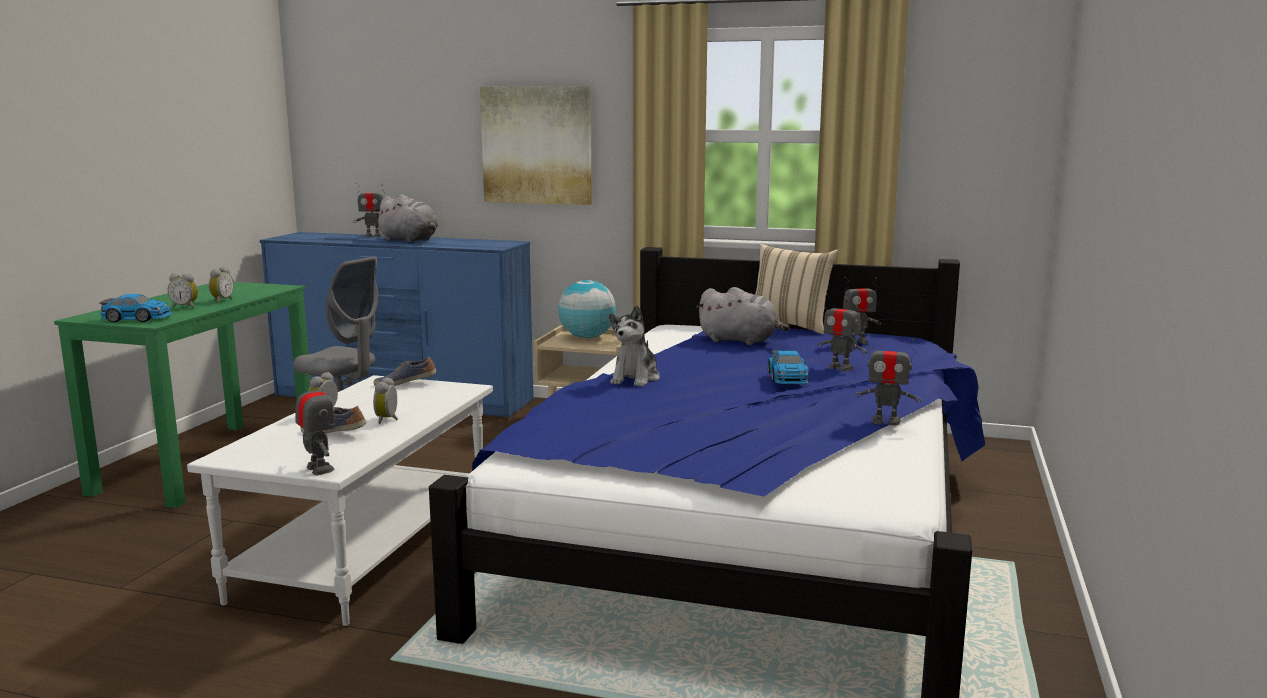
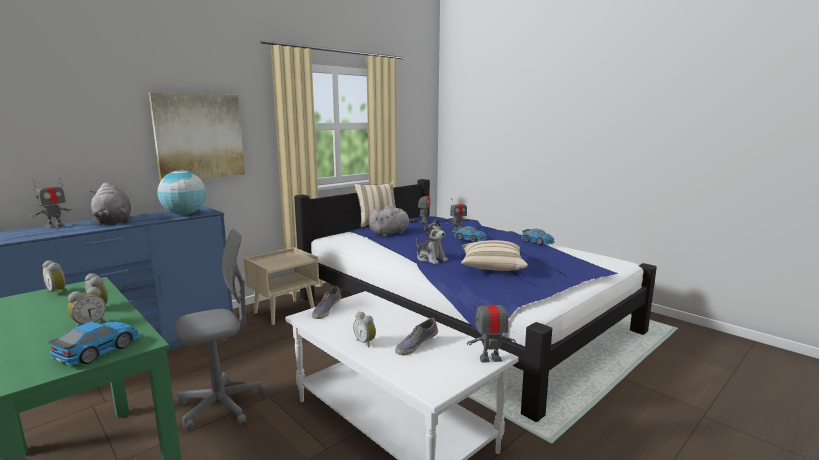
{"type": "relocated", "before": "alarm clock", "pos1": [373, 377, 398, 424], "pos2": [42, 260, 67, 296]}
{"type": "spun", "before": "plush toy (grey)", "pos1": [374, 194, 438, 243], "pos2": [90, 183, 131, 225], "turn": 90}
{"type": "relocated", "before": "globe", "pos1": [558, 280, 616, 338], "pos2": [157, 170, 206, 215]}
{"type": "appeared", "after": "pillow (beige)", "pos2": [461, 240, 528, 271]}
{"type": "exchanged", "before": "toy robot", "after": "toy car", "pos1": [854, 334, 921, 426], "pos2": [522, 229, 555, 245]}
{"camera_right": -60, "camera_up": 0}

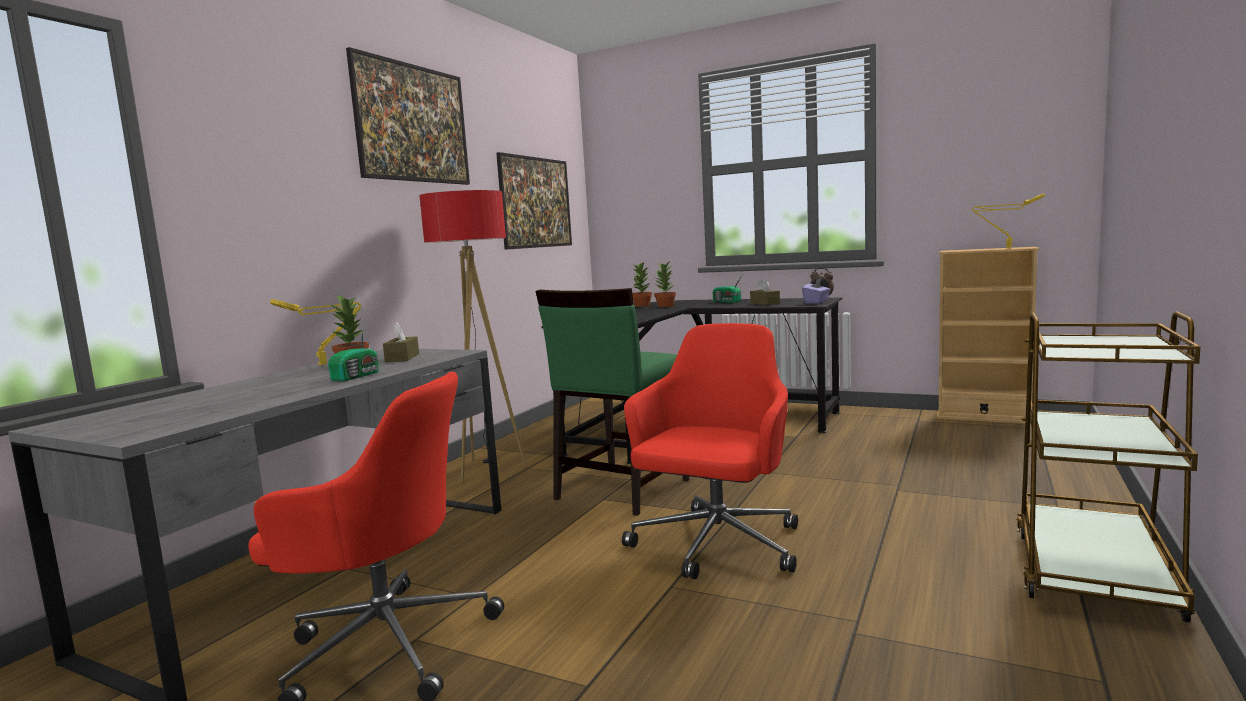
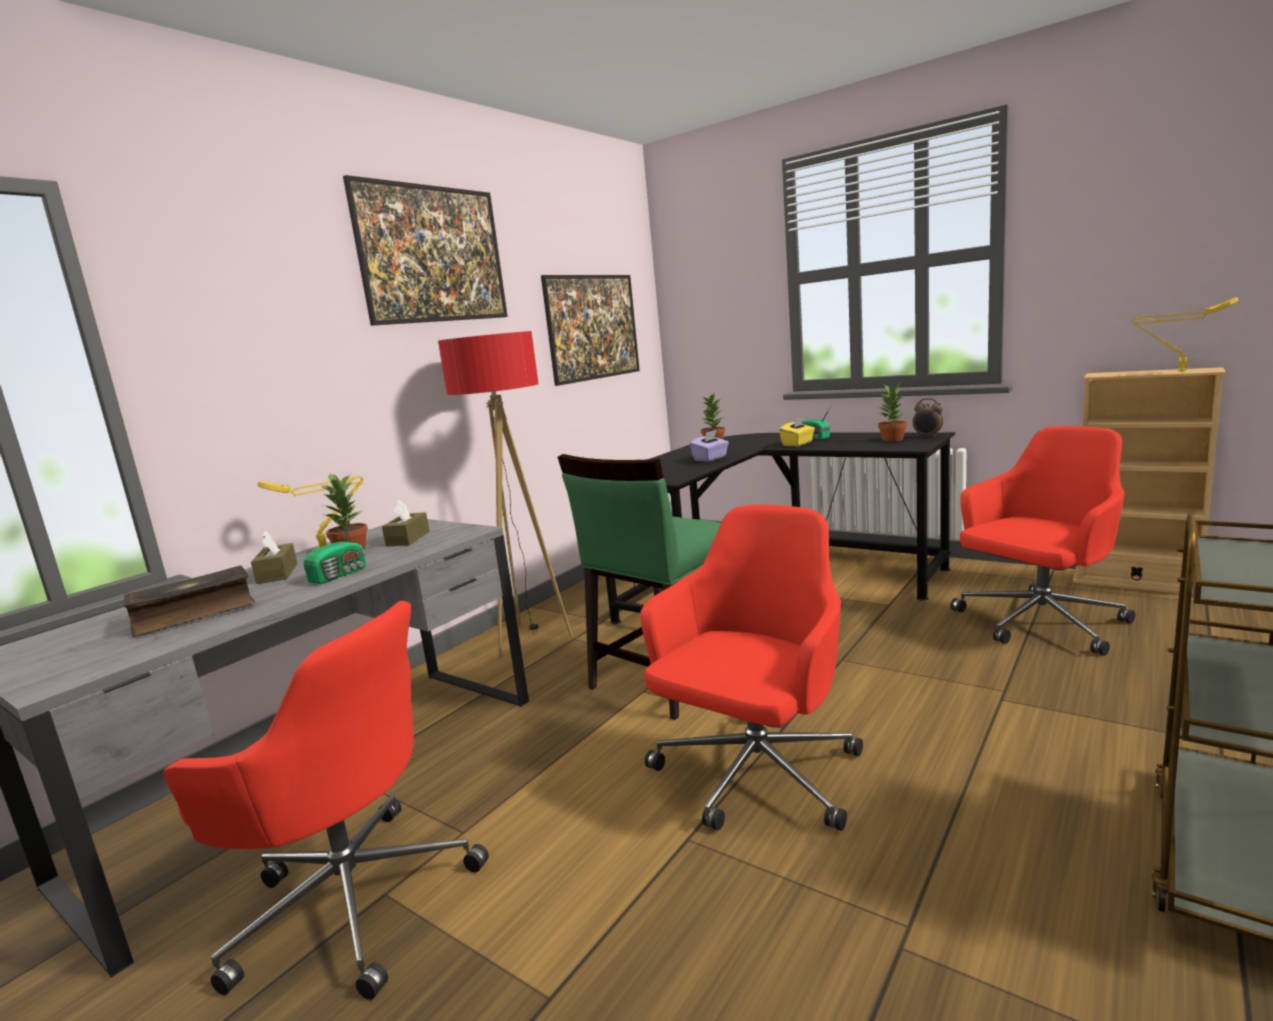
{"type": "appeared", "after": "book", "pos2": [124, 566, 255, 637]}
{"type": "relocated", "before": "tissue box (brown)", "pos1": [750, 279, 780, 305], "pos2": [251, 531, 297, 584]}
{"type": "relocated", "before": "tissue box (purple)", "pos1": [802, 278, 831, 304], "pos2": [690, 430, 729, 462]}
{"type": "appeared", "after": "tissue box (yellow)", "pos2": [779, 416, 815, 446]}
{"type": "relocated", "before": "potted plant", "pos1": [653, 262, 676, 307], "pos2": [878, 383, 907, 441]}
{"type": "appeared", "after": "office chair (red)", "pos2": [950, 426, 1135, 656]}
{"camera_right": 10, "camera_up": 5}

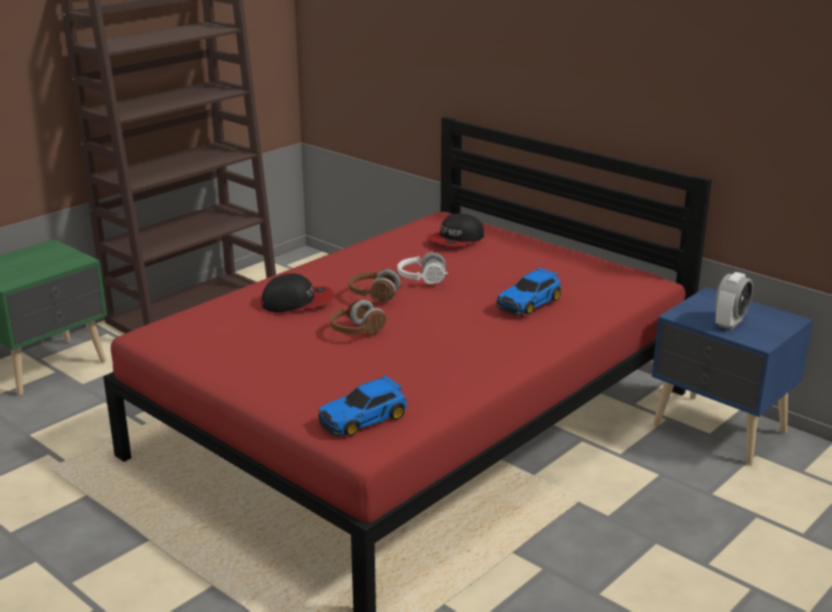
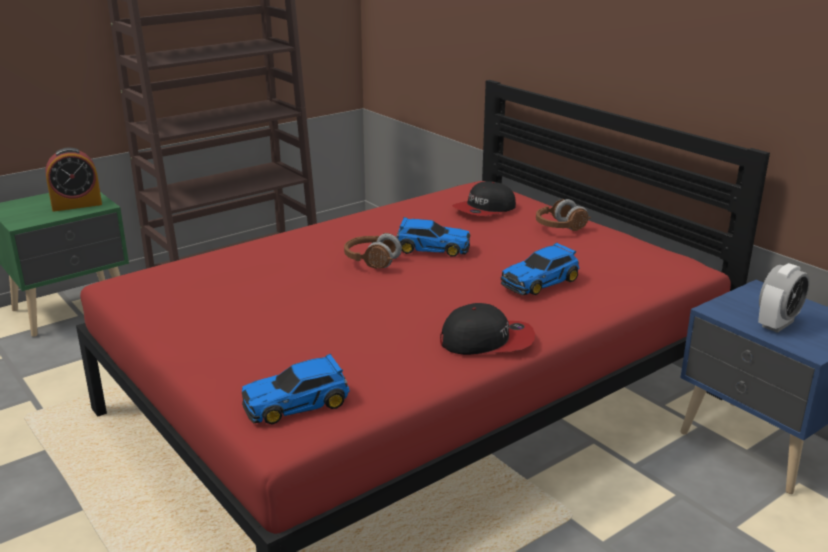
{"type": "appeared", "after": "alarm clock", "pos2": [46, 148, 102, 212]}
{"type": "exchanged", "before": "headphones (white)", "after": "toy car", "pos1": [398, 252, 448, 284], "pos2": [396, 217, 470, 257]}
{"type": "relocated", "before": "cap", "pos1": [261, 273, 334, 312], "pos2": [440, 303, 535, 355]}
{"type": "relocated", "before": "headphones (brown)", "pos1": [330, 300, 388, 335], "pos2": [536, 199, 591, 231]}
{"camera_right": 10, "camera_up": 0}

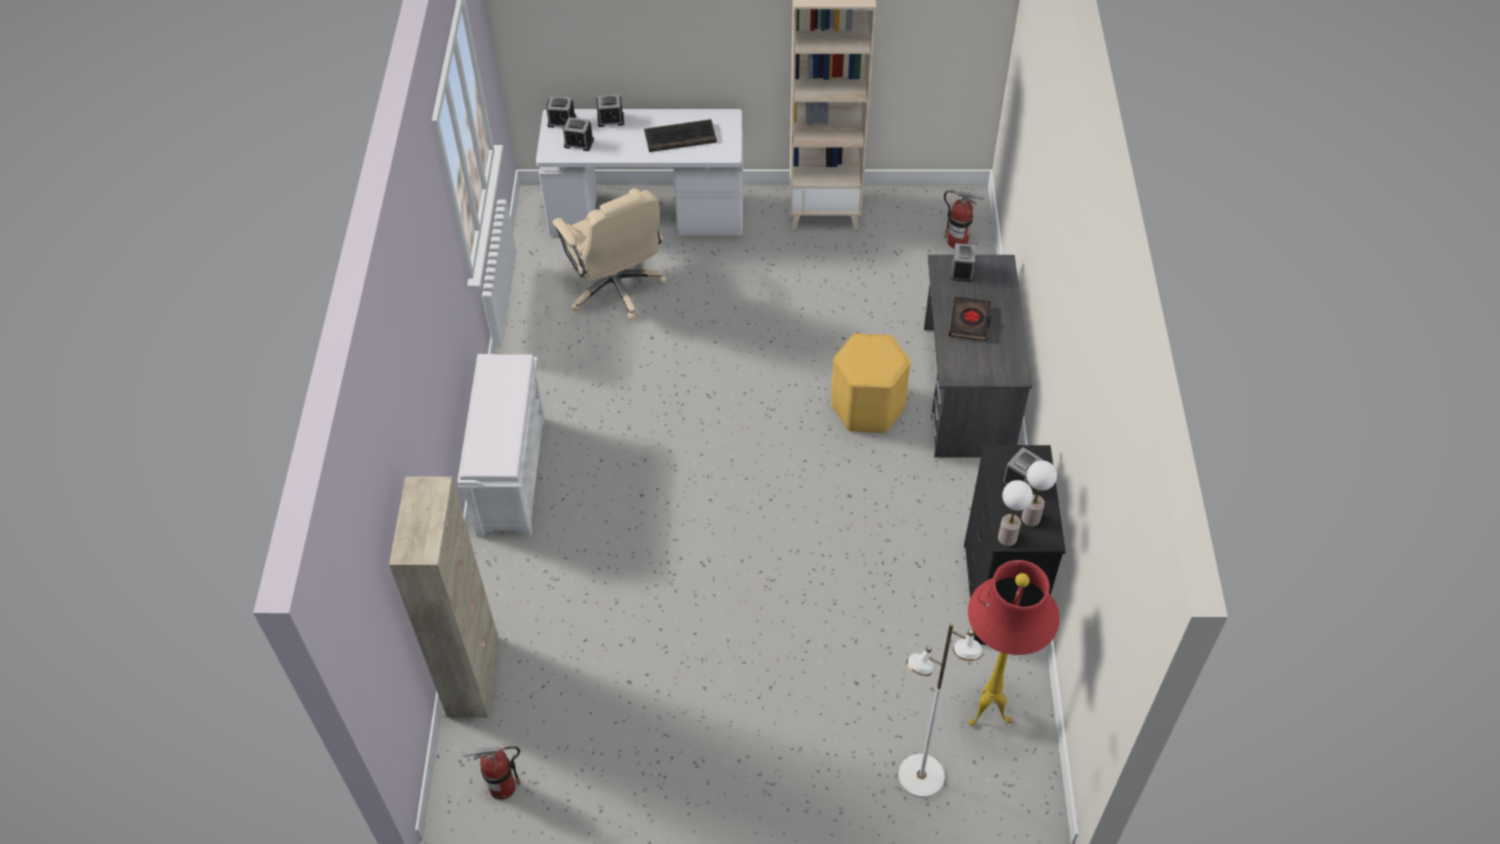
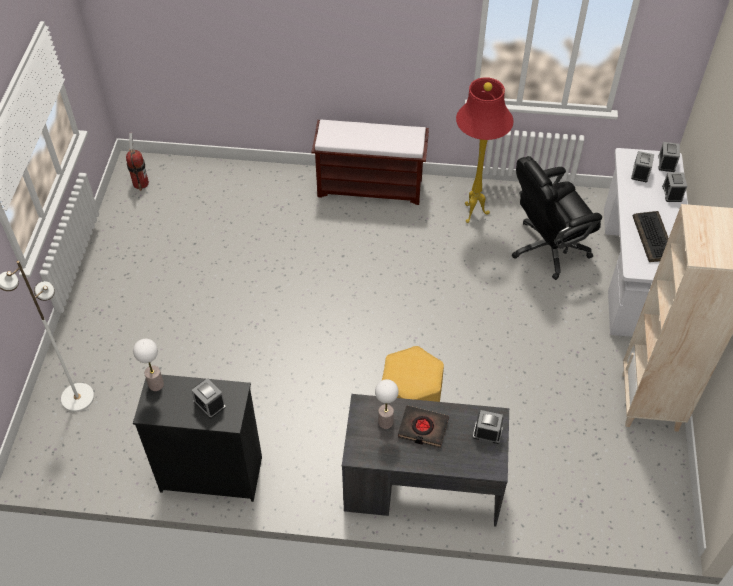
{"type": "colour", "before": "bench (white)", "after": "bench (brown)", "pos1": [457, 354, 545, 537], "pos2": [312, 120, 429, 205]}
{"type": "relocated", "before": "table lamp", "pos1": [1021, 460, 1057, 526], "pos2": [375, 379, 399, 429]}
{"type": "relocated", "before": "floor lamp (red)", "pos1": [968, 560, 1060, 726], "pos2": [456, 77, 514, 223]}
{"type": "colour", "before": "office chair (beige)", "after": "office chair (black)", "pos1": [552, 188, 667, 320], "pos2": [512, 156, 602, 280]}
{"type": "missing", "before": "cabinet (beige)", "pos1": [389, 477, 498, 718]}
{"type": "missing", "before": "fire extinguisher", "pos1": [944, 190, 985, 248]}
{"camera_right": 95, "camera_up": 0}

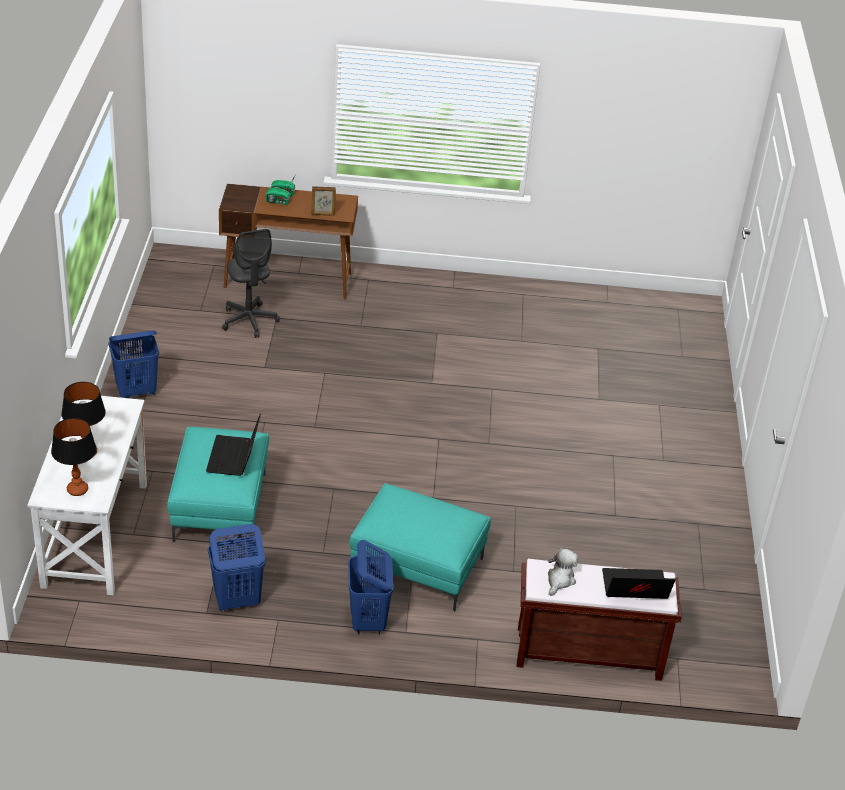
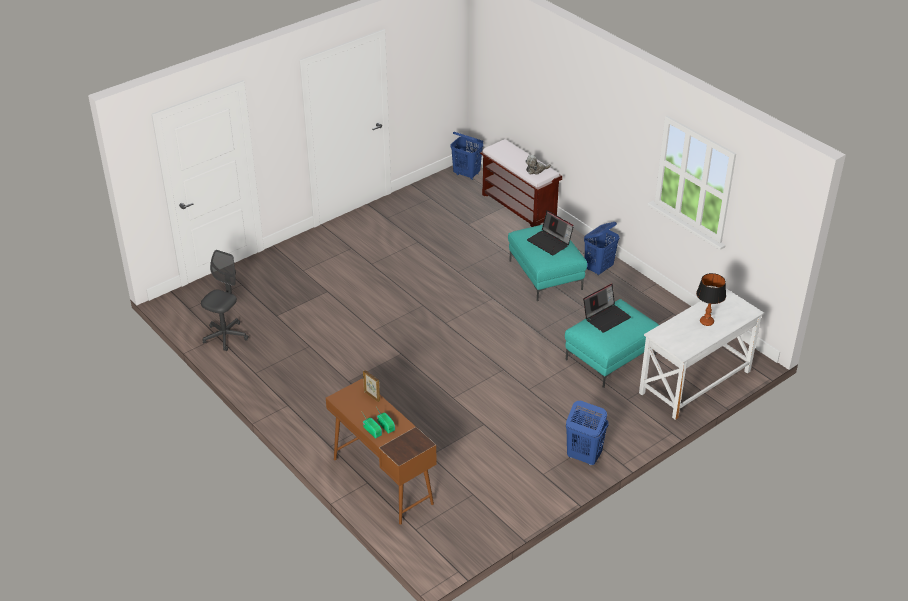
{"type": "relocated", "before": "office chair (grey)", "pos1": [222, 229, 280, 338], "pos2": [201, 250, 249, 351]}
{"type": "relocated", "before": "laundry basket (blue)", "pos1": [208, 524, 266, 612], "pos2": [450, 132, 483, 180]}
{"type": "relocated", "before": "laptop", "pos1": [602, 568, 676, 599], "pos2": [527, 210, 574, 255]}
{"type": "missing", "before": "table lamp", "pos1": [51, 418, 97, 496]}
{"camera_right": -130, "camera_up": 0}

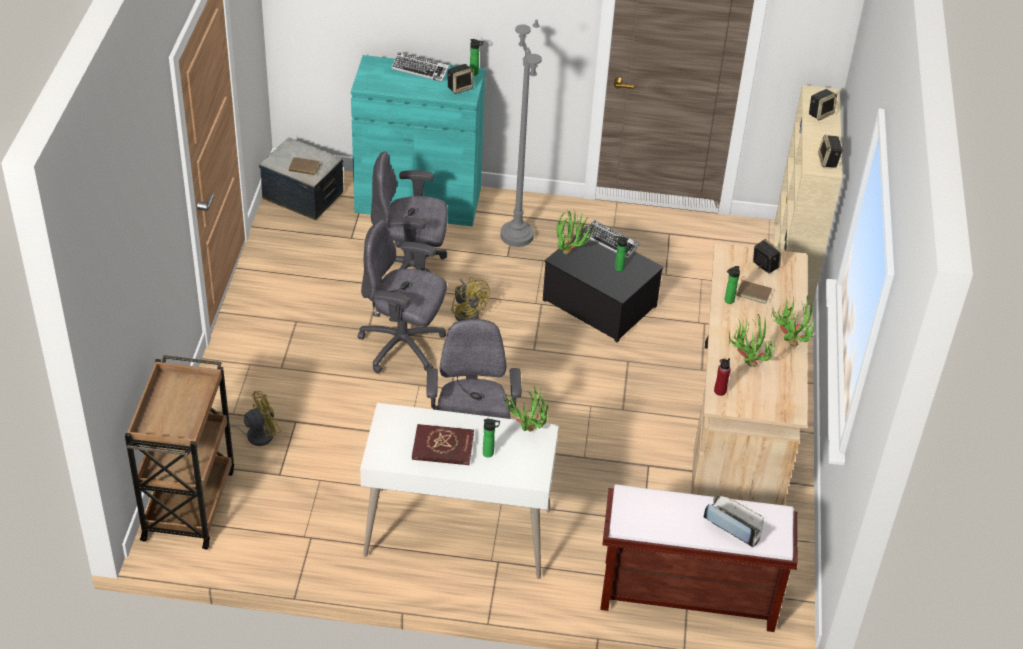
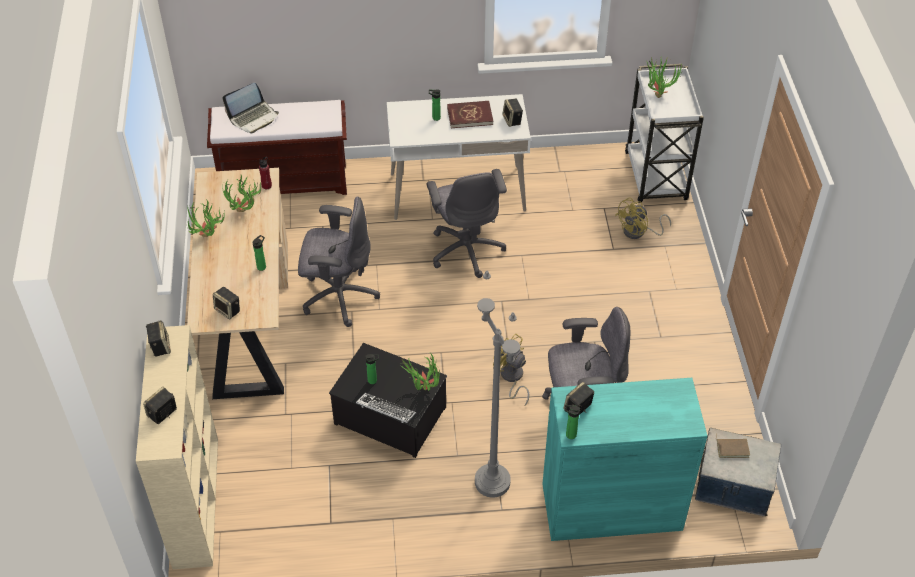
{"type": "spun", "before": "laptop", "pos1": [703, 496, 764, 548], "pos2": [223, 83, 279, 133], "turn": -60}
{"type": "relocated", "before": "office chair (grey)", "pos1": [357, 220, 447, 374], "pos2": [298, 197, 380, 327]}
{"type": "appeared", "after": "speaker", "pos2": [502, 99, 523, 127]}
{"type": "colour", "before": "cart (brown)", "after": "cart (white)", "pos1": [125, 355, 234, 550], "pos2": [625, 64, 704, 203]}
{"type": "relocated", "before": "potted plant", "pos1": [503, 385, 549, 432], "pos2": [646, 57, 683, 98]}
{"type": "missing", "before": "keyboard", "pos1": [391, 52, 449, 82]}
{"type": "missing", "before": "book (brown)", "pos1": [736, 277, 772, 304]}
{"camera_right": 170, "camera_up": 5}

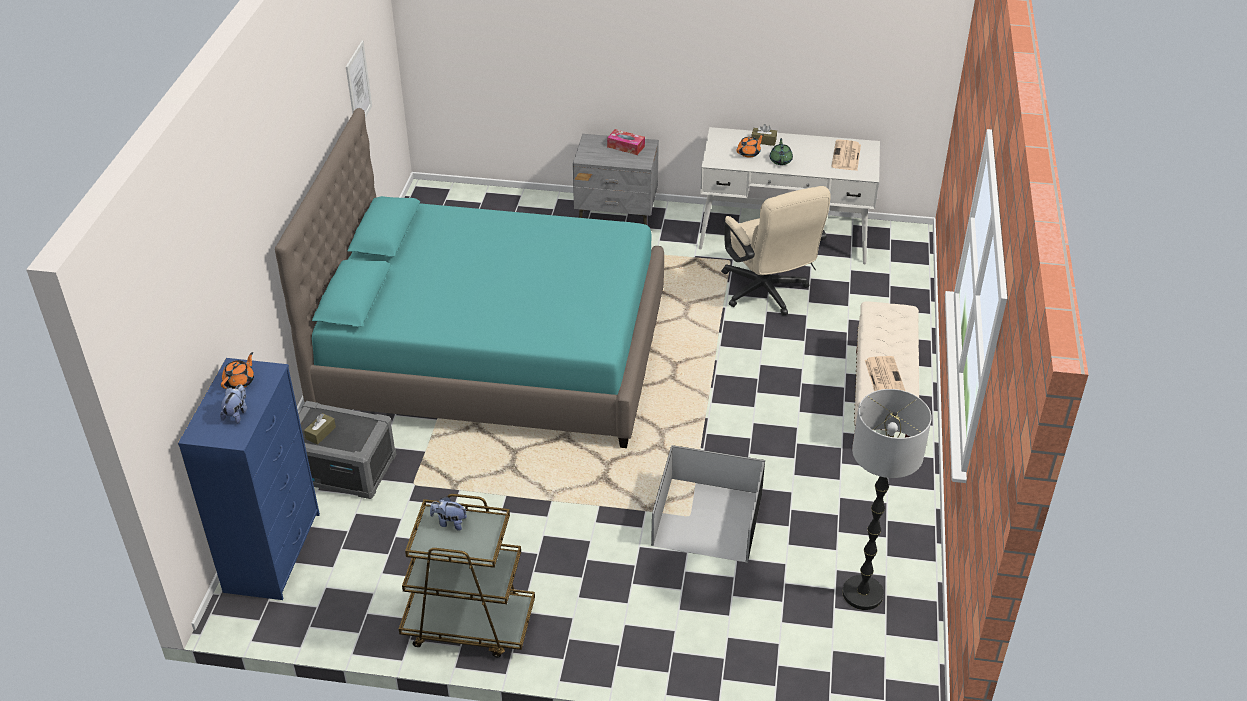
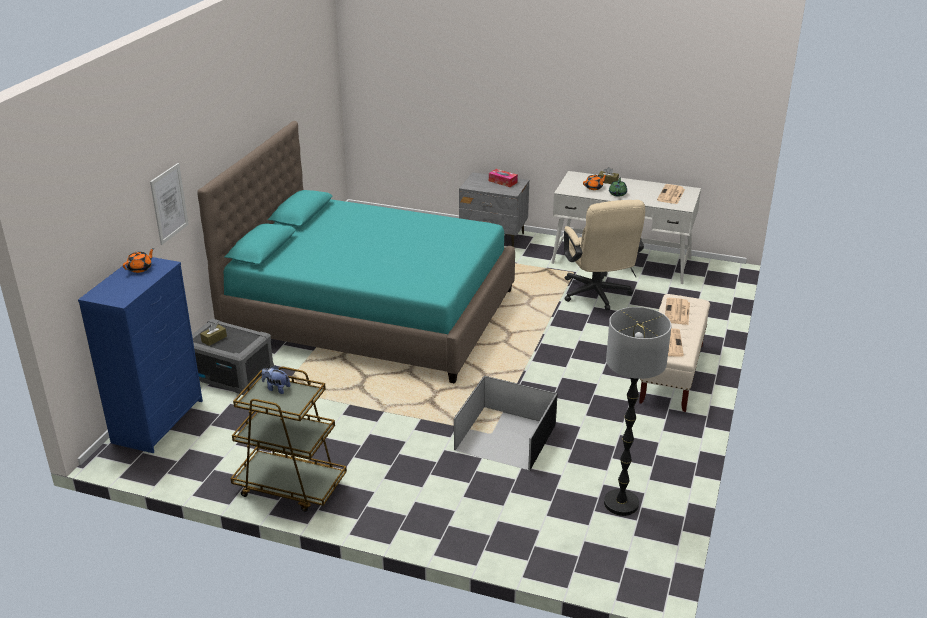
{"type": "relocated", "before": "picture", "pos1": [346, 41, 372, 118], "pos2": [150, 163, 189, 245]}
{"type": "appeared", "after": "newspaper", "pos2": [665, 298, 690, 325]}
{"type": "missing", "before": "plush toy", "pos1": [220, 384, 247, 424]}
{"camera_right": 10, "camera_up": -10}

